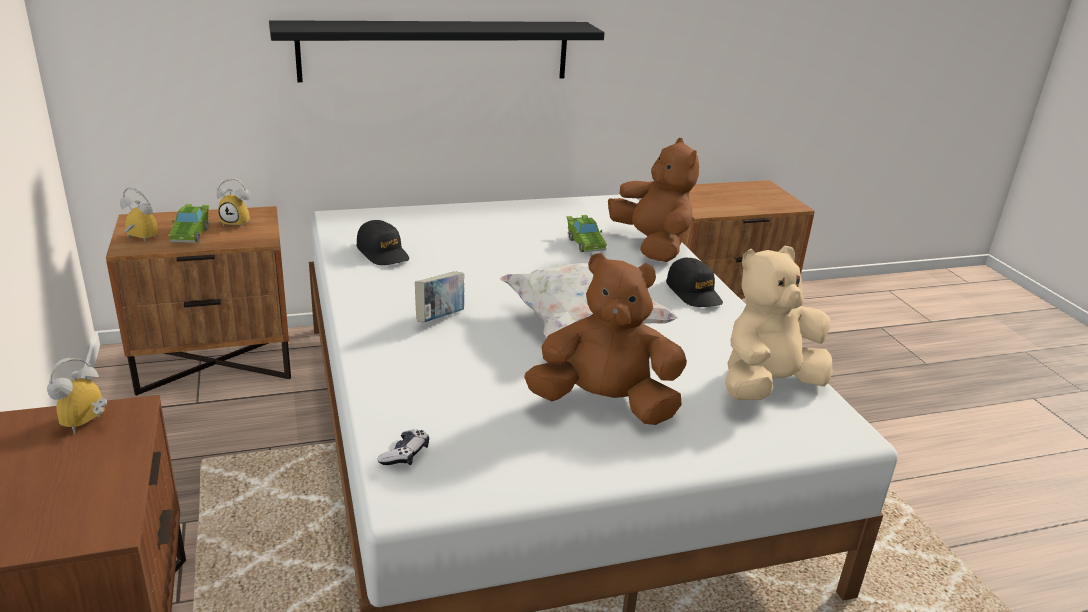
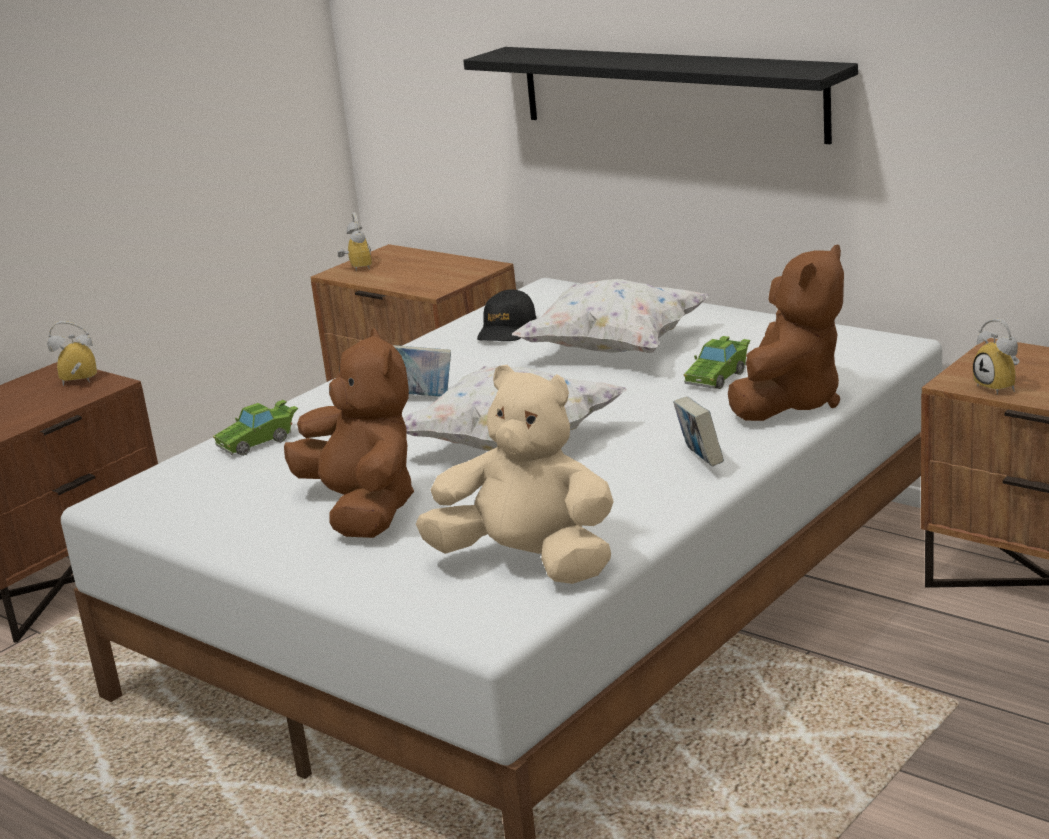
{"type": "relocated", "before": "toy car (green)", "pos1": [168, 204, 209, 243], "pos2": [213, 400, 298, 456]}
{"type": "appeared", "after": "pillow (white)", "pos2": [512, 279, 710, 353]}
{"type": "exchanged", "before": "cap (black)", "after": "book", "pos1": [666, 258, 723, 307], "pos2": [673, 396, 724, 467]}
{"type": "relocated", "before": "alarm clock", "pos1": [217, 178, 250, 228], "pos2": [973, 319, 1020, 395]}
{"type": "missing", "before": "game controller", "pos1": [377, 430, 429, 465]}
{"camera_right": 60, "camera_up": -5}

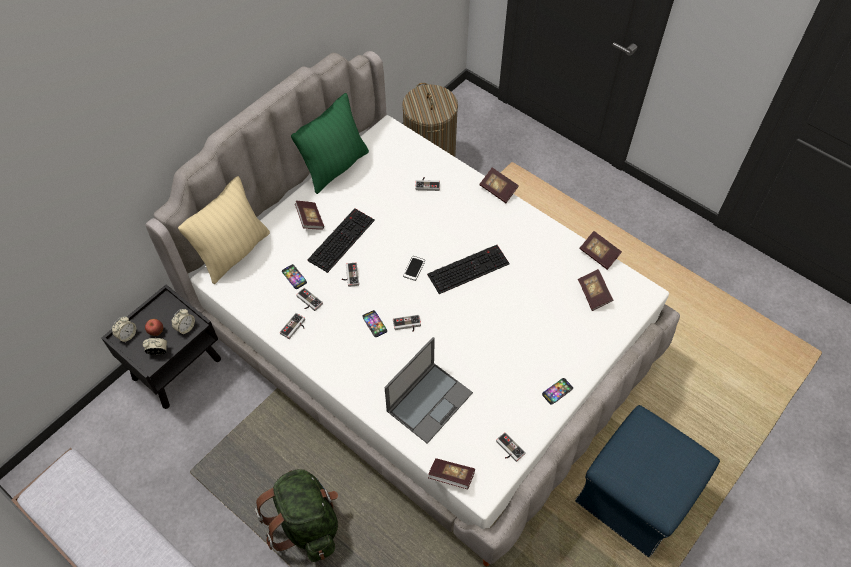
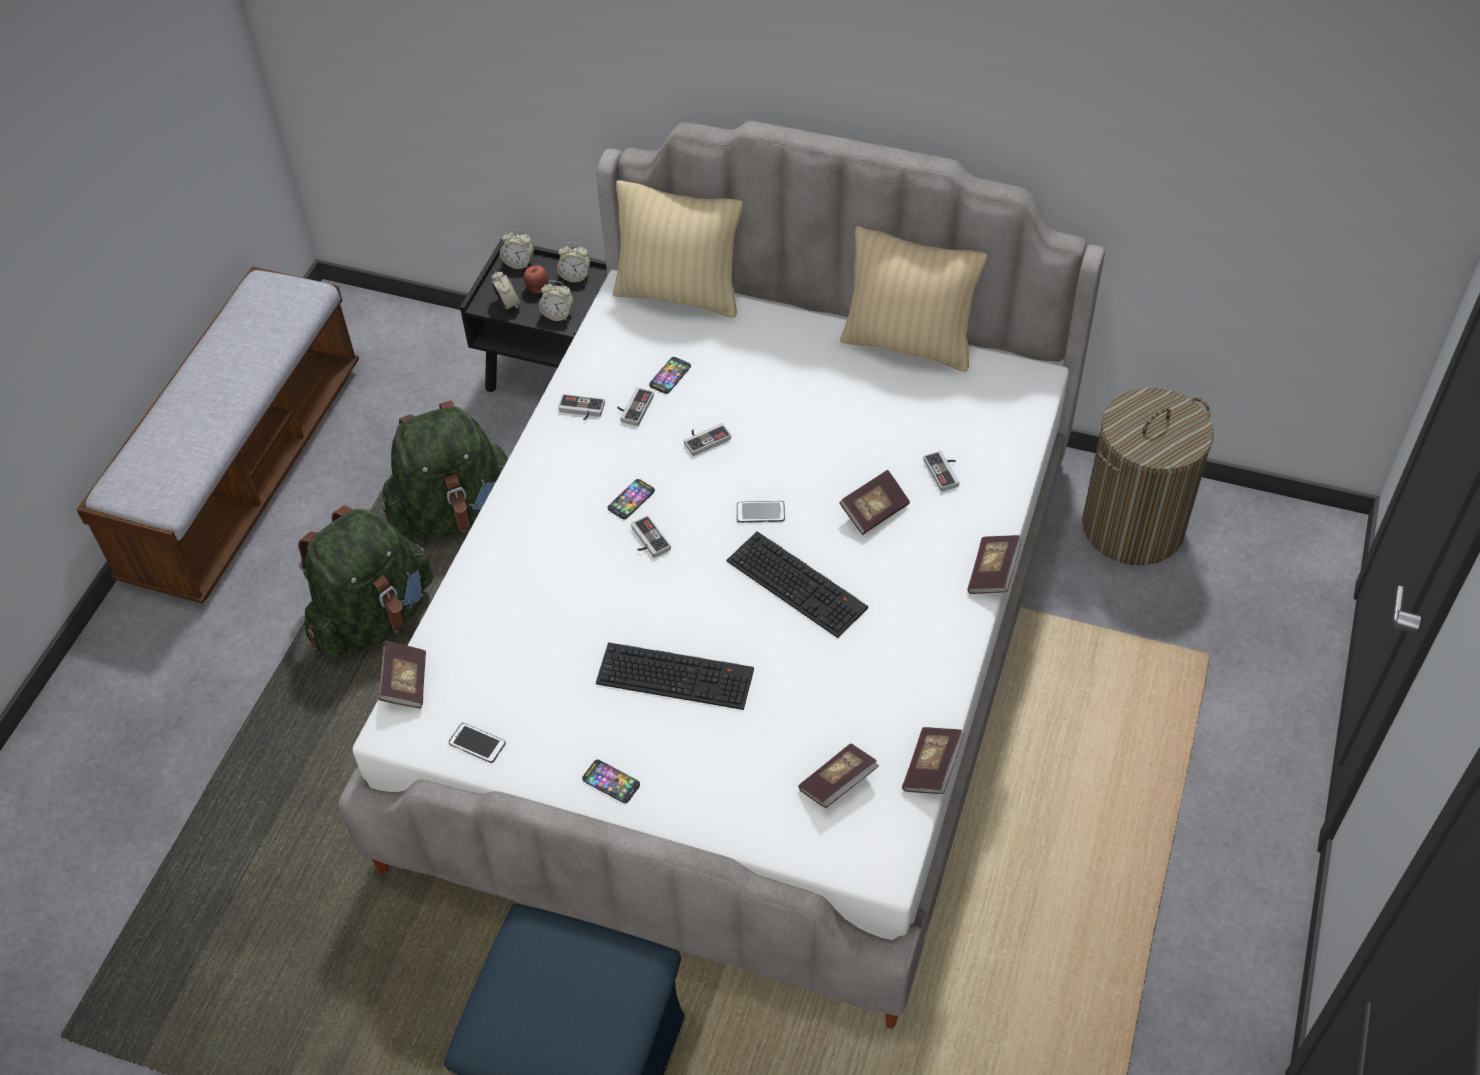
{"type": "appeared", "after": "backpack (green)", "pos2": [382, 401, 509, 538]}
{"type": "exchanged", "before": "game controller", "after": "phone", "pos1": [496, 432, 526, 462], "pos2": [449, 723, 506, 763]}
{"type": "appeared", "after": "alarm clock", "pos2": [557, 242, 590, 282]}
{"type": "relocated", "before": "keyboard", "pos1": [307, 209, 375, 273], "pos2": [596, 642, 754, 710]}
{"type": "relocated", "before": "book", "pos1": [295, 201, 324, 230], "pos2": [839, 470, 910, 535]}
{"type": "colour", "before": "pillow (green)", "after": "pillow (beige)", "pos1": [291, 93, 369, 194], "pos2": [840, 226, 987, 372]}
{"type": "missing", "before": "laptop", "pos1": [385, 337, 473, 444]}
{"camera_right": 70, "camera_up": -5}

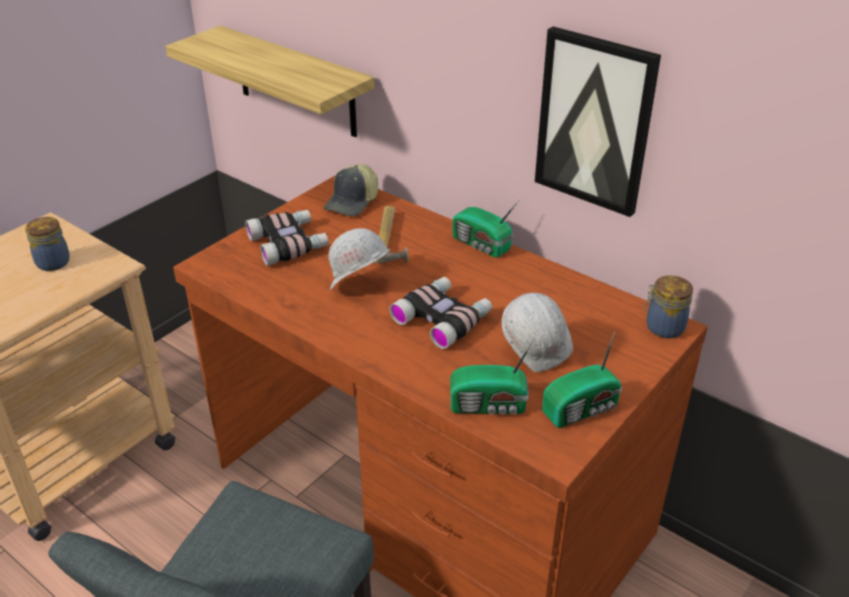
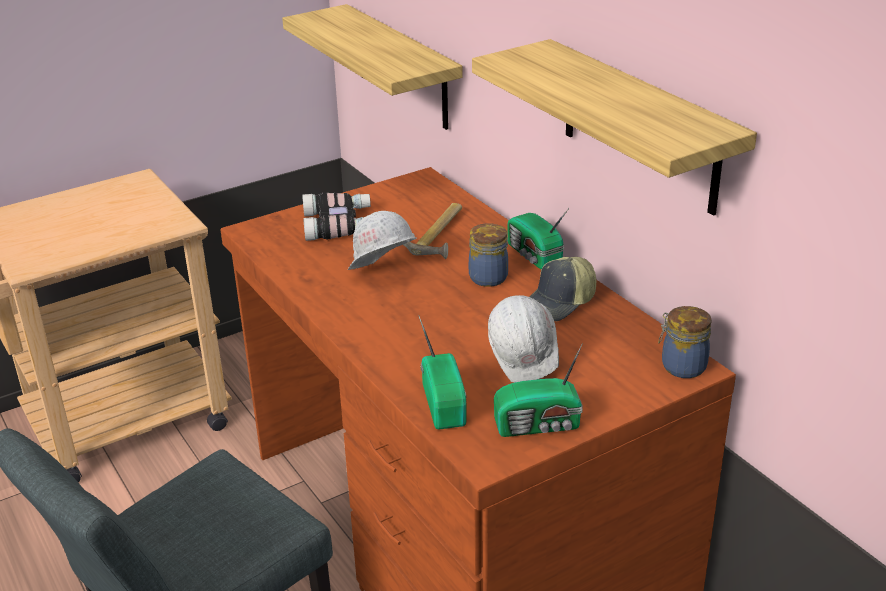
{"type": "spun", "before": "radio", "pos1": [450, 338, 535, 415], "pos2": [418, 315, 467, 430], "turn": -120}
{"type": "relocated", "before": "jar", "pos1": [25, 217, 70, 271], "pos2": [469, 223, 508, 287]}
{"type": "exchanged", "before": "picture", "after": "shelf", "pos1": [535, 26, 661, 217], "pos2": [472, 39, 757, 216]}
{"type": "relocated", "before": "cap", "pos1": [323, 164, 378, 216], "pos2": [529, 257, 596, 321]}
{"type": "missing", "before": "binoculars", "pos1": [389, 277, 492, 349]}
{"camera_right": 20, "camera_up": -5}

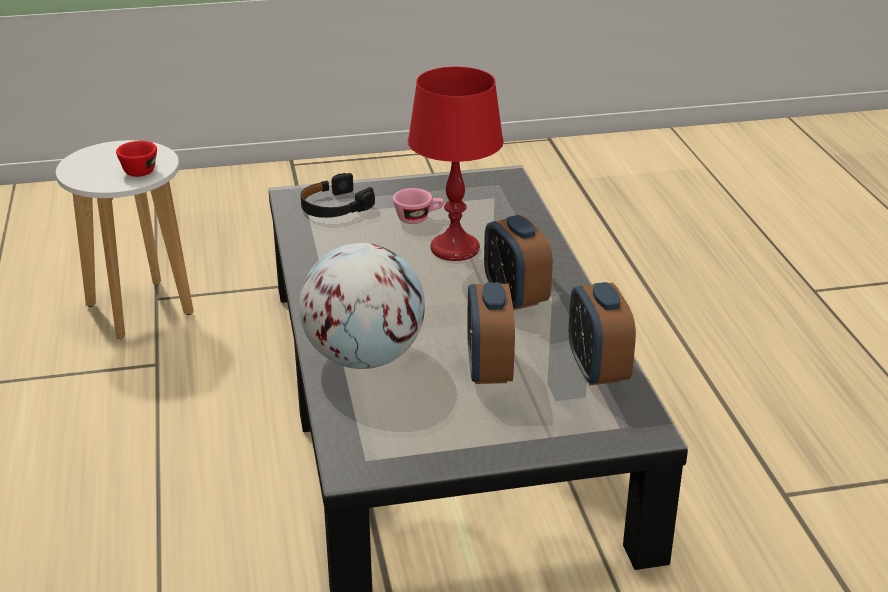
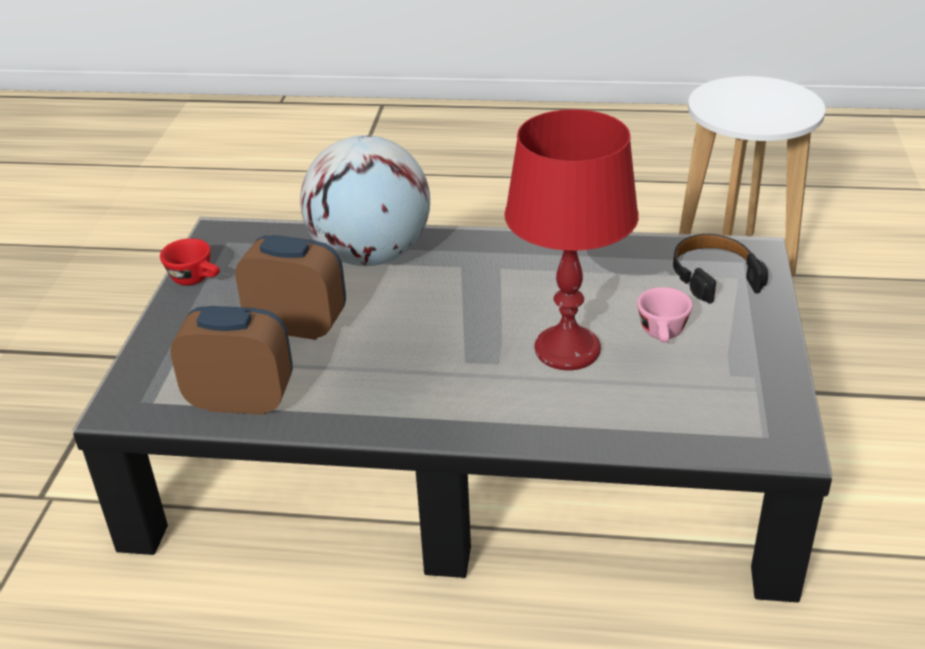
{"type": "relocated", "before": "cup (red)", "pos1": [116, 141, 157, 177], "pos2": [160, 238, 220, 285]}
{"type": "missing", "before": "alarm clock", "pos1": [484, 215, 553, 310]}
{"camera_right": 110, "camera_up": 5}

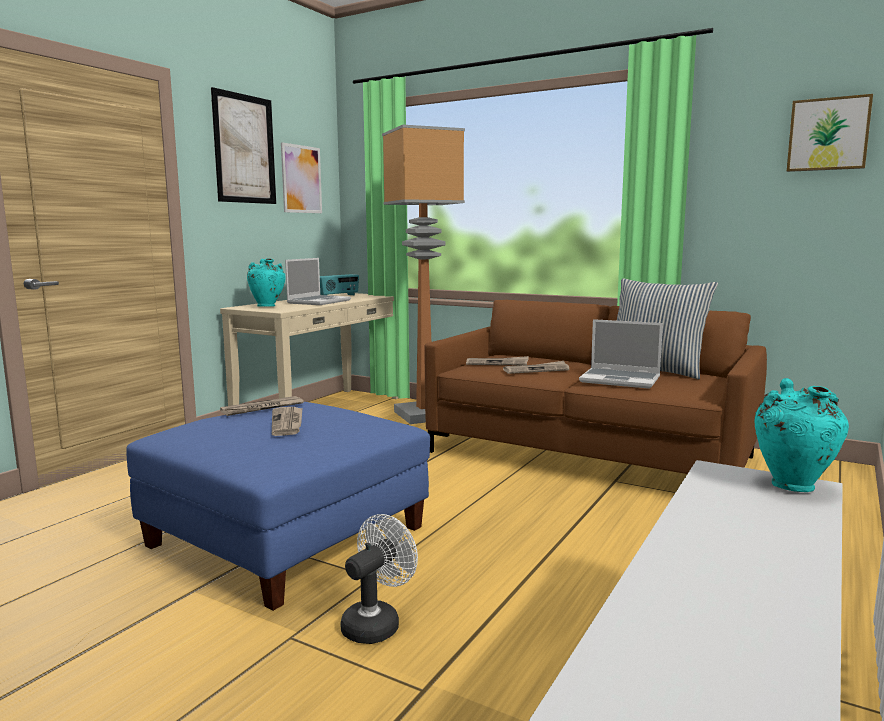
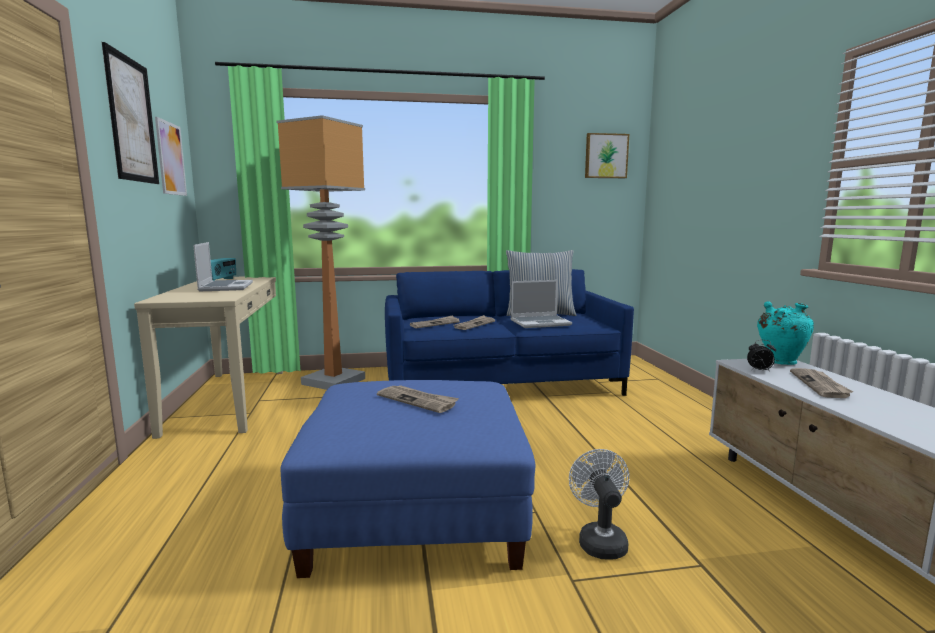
{"type": "colour", "before": "sofa (brown)", "after": "sofa (blue)", "pos1": [424, 300, 767, 474], "pos2": [385, 269, 634, 396]}
{"type": "appeared", "after": "alarm clock", "pos2": [747, 340, 776, 372]}
{"type": "relocated", "before": "newspaper", "pos1": [220, 396, 304, 416], "pos2": [790, 368, 854, 398]}
{"type": "missing", "before": "vase (turquoise)", "pos1": [247, 259, 285, 307]}
{"camera_right": -40, "camera_up": 0}

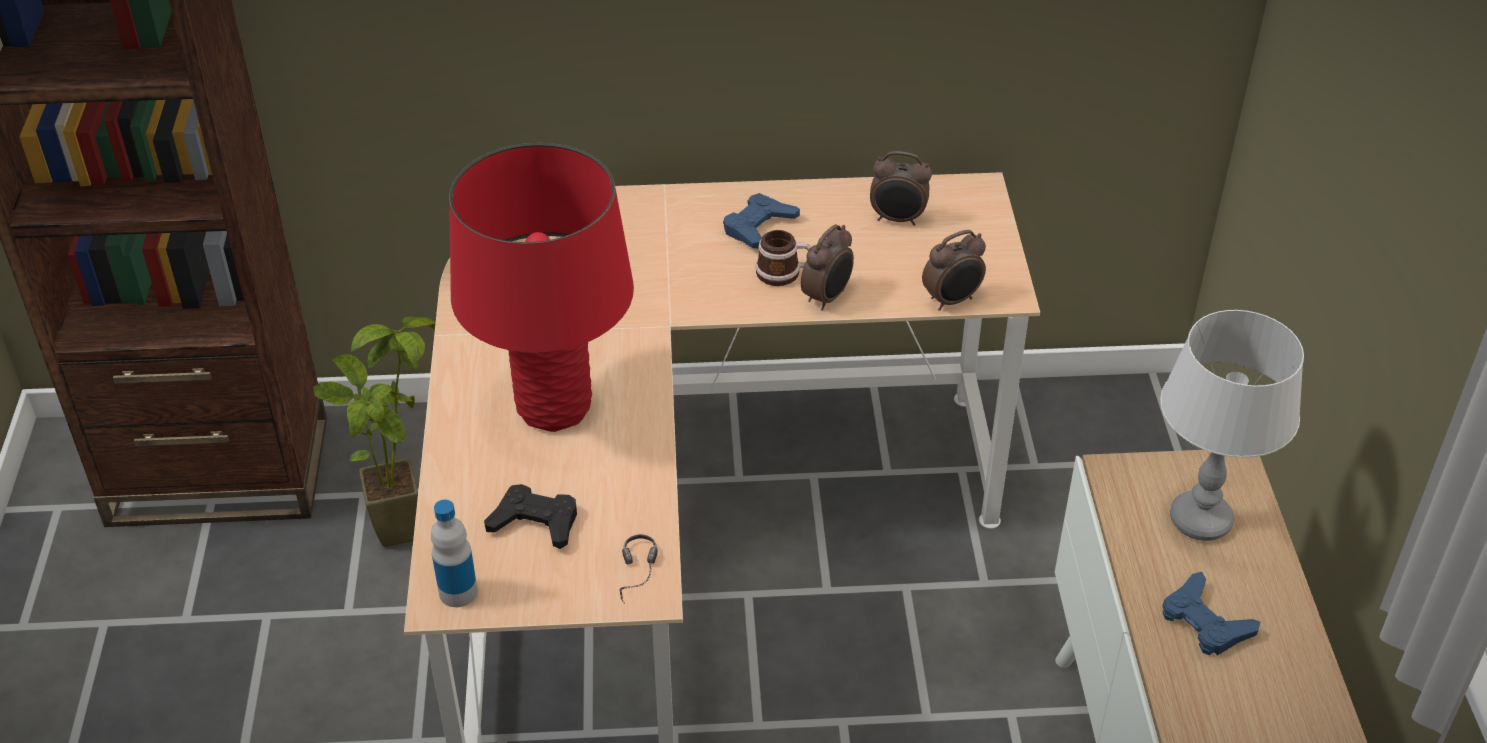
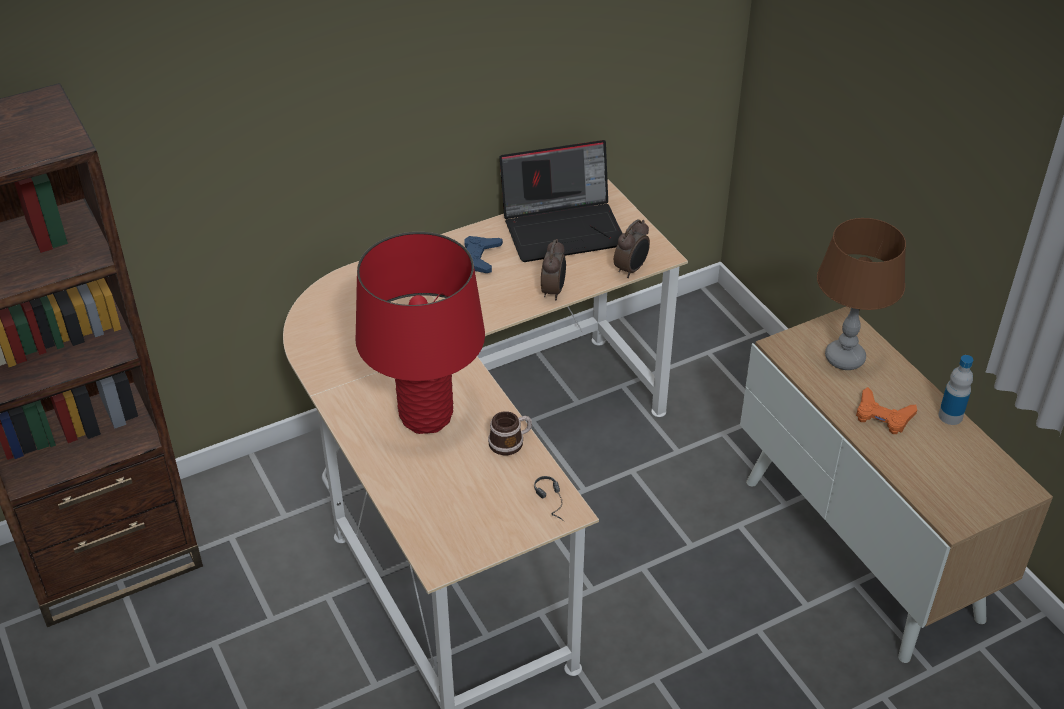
{"type": "relocated", "before": "mug", "pos1": [755, 230, 812, 286], "pos2": [488, 411, 532, 455]}
{"type": "exchanged", "before": "alarm clock", "after": "laptop", "pos1": [870, 151, 932, 226], "pos2": [500, 140, 623, 262]}
{"type": "colour", "before": "table lamp (grey)", "after": "table lamp (brown)", "pos1": [1160, 310, 1304, 541], "pos2": [817, 218, 906, 370]}
{"type": "colour", "before": "game controller (blue)", "after": "game controller (orange)", "pos1": [1162, 572, 1261, 655], "pos2": [856, 387, 917, 434]}
{"type": "relocated", "before": "bottle", "pos1": [431, 499, 478, 607], "pos2": [938, 355, 973, 425]}
{"type": "missing", "before": "potted plant", "pos1": [313, 317, 436, 547]}
{"type": "missing", "before": "game controller (black)", "pos1": [484, 484, 577, 549]}
{"camera_right": -25, "camera_up": 0}

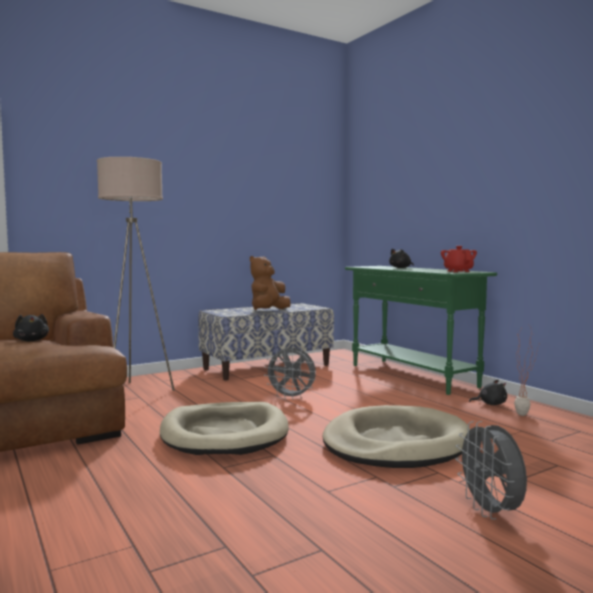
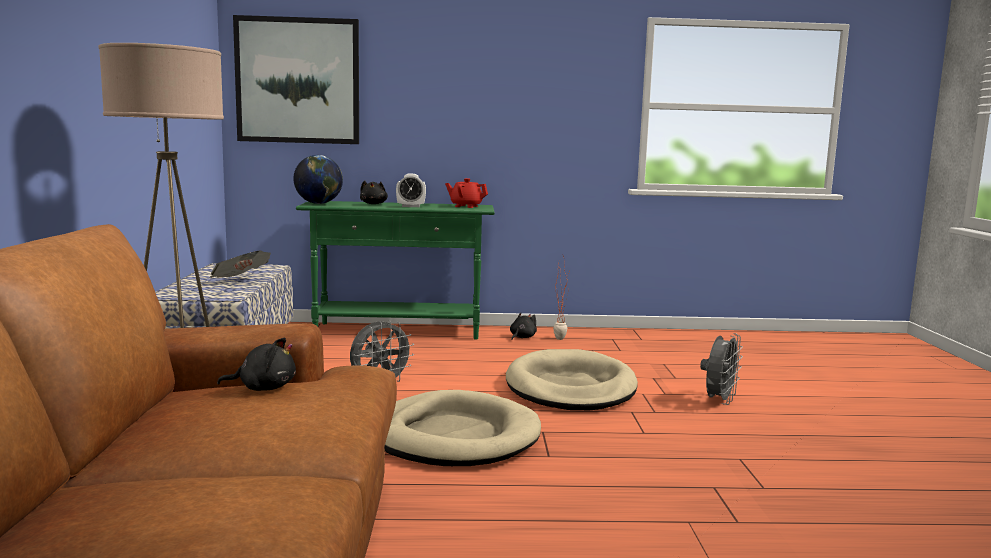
{"type": "exchanged", "before": "plush toy (brown)", "after": "newspaper", "pos1": [250, 256, 291, 310], "pos2": [210, 251, 271, 278]}
{"type": "appeared", "after": "picture", "pos2": [233, 15, 359, 144]}
{"type": "appeared", "after": "globe", "pos2": [293, 155, 343, 204]}
{"type": "appeared", "after": "alarm clock", "pos2": [396, 173, 426, 207]}
{"type": "spun", "before": "fan (grey)", "pos1": [455, 421, 527, 520], "pos2": [700, 333, 743, 405], "turn": -75}
{"camera_right": -60, "camera_up": 5}

